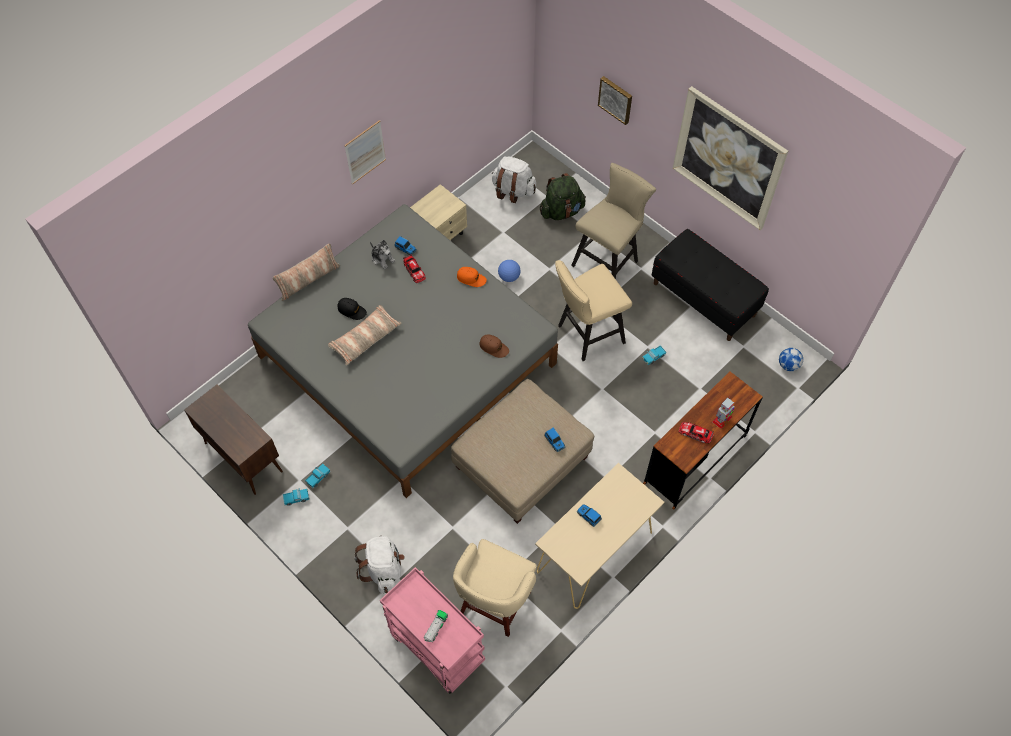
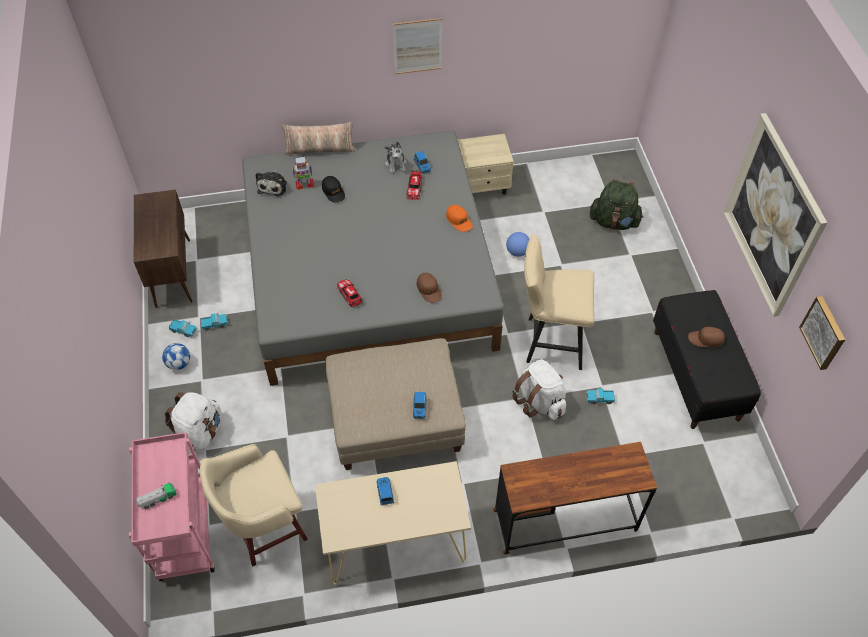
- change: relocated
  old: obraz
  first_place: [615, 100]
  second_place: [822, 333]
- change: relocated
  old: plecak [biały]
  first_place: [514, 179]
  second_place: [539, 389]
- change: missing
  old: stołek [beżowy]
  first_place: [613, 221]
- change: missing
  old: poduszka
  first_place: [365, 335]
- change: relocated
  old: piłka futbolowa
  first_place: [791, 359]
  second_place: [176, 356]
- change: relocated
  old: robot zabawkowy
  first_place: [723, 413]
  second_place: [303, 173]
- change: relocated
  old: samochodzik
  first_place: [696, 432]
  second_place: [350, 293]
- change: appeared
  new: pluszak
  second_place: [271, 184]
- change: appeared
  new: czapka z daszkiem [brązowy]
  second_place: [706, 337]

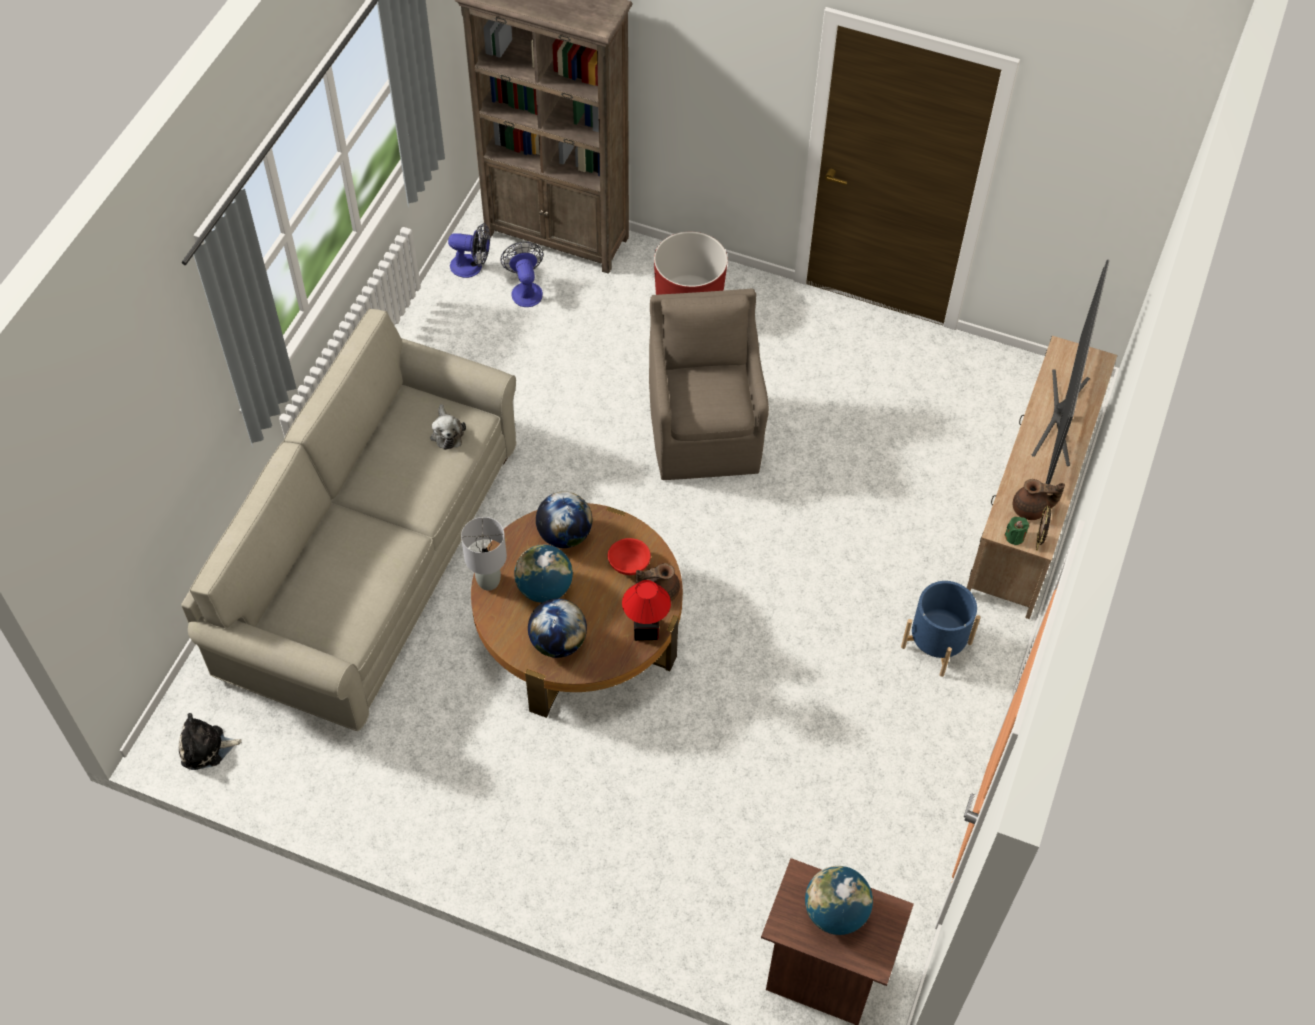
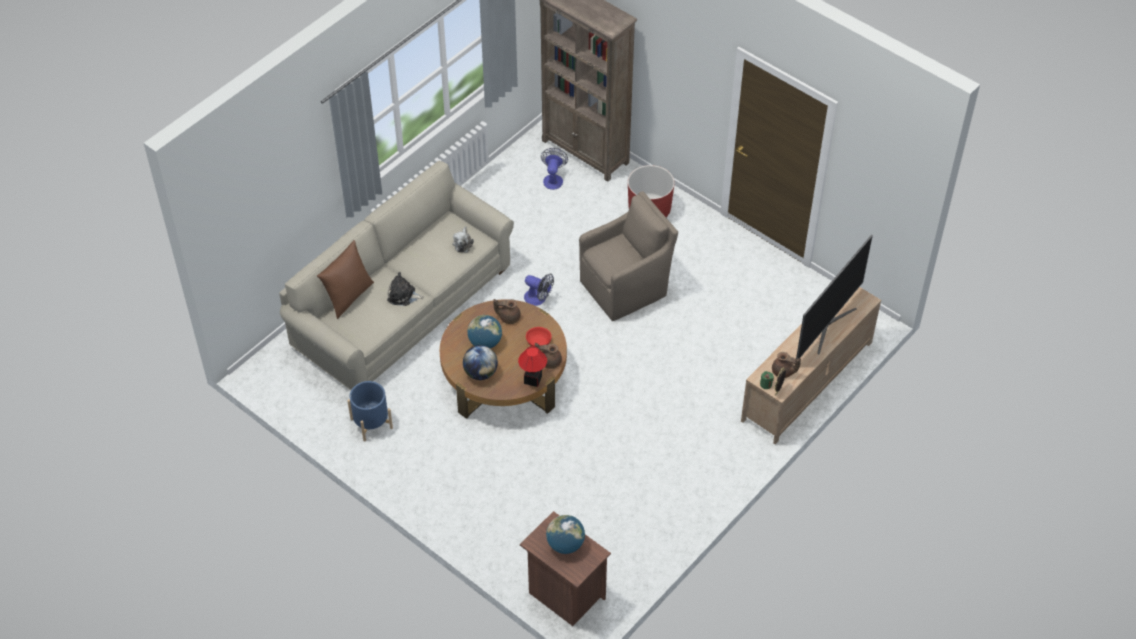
- change: relocated
  old: wentylator
  first_place: [469, 250]
  second_place: [539, 290]
- change: spun
  old: fotel [brązowy]
  first_place: [709, 384]
  second_place: [628, 256]
  degrees: 45
- change: exchanged
  old: globus
  new: imbryk [brązowy]
  first_place: [564, 519]
  second_place: [507, 311]
- change: missing
  old: lampa stołowa [szary]
  first_place: [484, 554]
- change: relocated
  old: donica [niebieski]
  first_place: [940, 629]
  second_place: [370, 411]
- change: relocated
  old: pluszak
  first_place: [210, 741]
  second_place: [405, 289]
- change: appeared
  new: poduszka [brązowy]
  second_place: [345, 279]

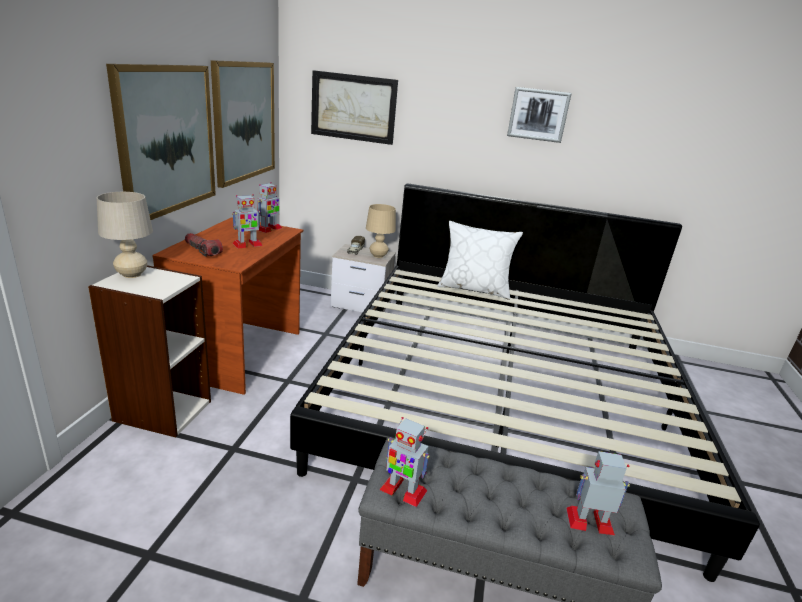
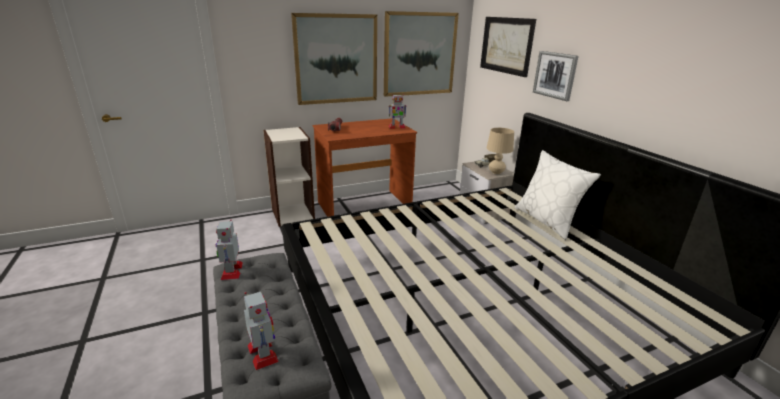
- change: relocated
  old: obraz
  first_place: [539, 115]
  second_place: [556, 76]
- change: missing
  old: lampa stołowa [beżowy]
  first_place: [125, 235]
- change: missing
  old: robot zabawkowy
  first_place: [247, 221]

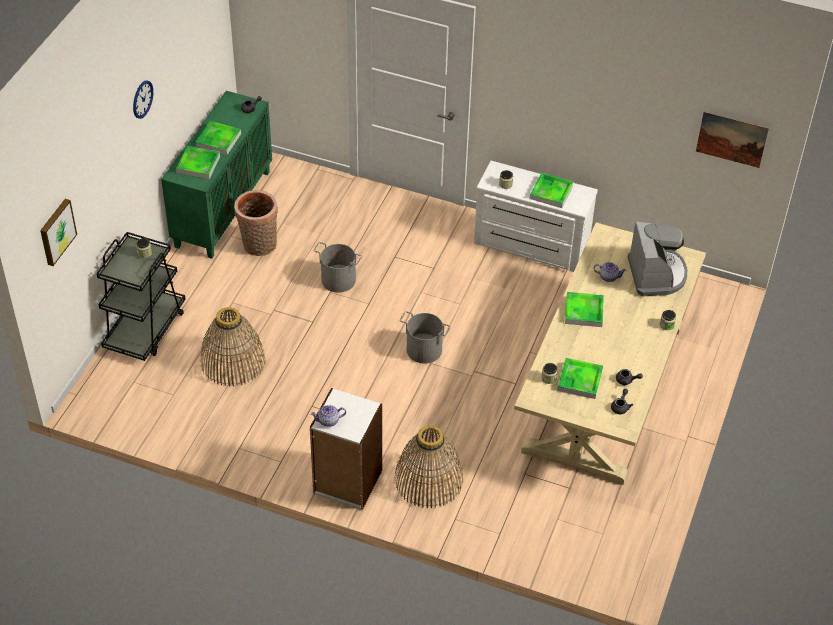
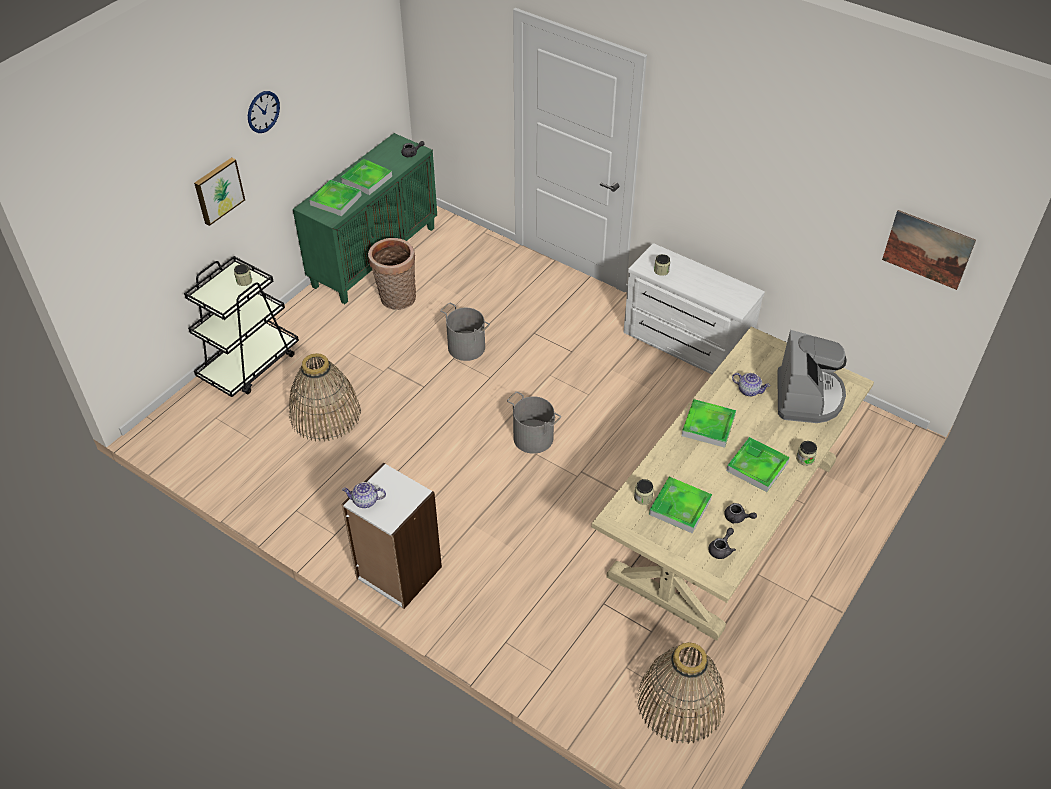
- change: relocated
  old: taca
  first_place: [551, 190]
  second_place: [758, 464]
- change: relocated
  old: obraz
  first_place: [58, 232]
  second_place: [219, 191]
- change: relocated
  old: koszyk
  first_place: [428, 467]
  second_place: [681, 693]

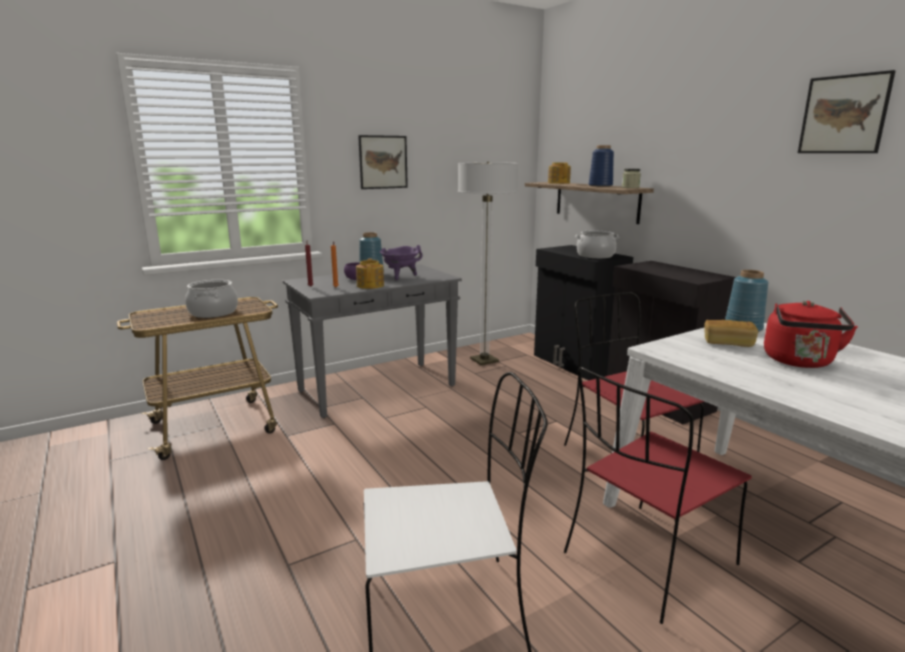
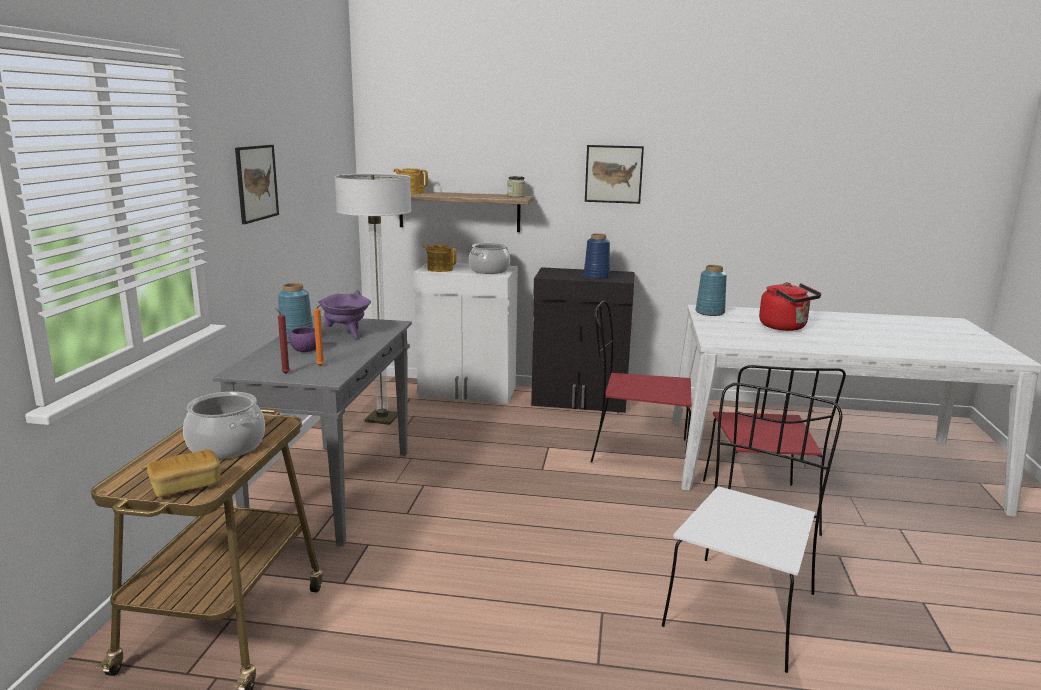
- change: relocated
  old: obraz
  first_place: [847, 111]
  second_place: [614, 174]
- change: relocated
  old: wazon [niebieski]
  first_place: [601, 166]
  second_place: [597, 256]
- change: colour
  old: szafka [czarny]
  new: szafka [biały]
  first_place: [583, 312]
  second_place: [465, 333]
- change: relocated
  old: imbryk
  first_place: [370, 273]
  second_place: [439, 258]
- change: relocated
  old: chleb
  first_place: [731, 333]
  second_place: [184, 473]

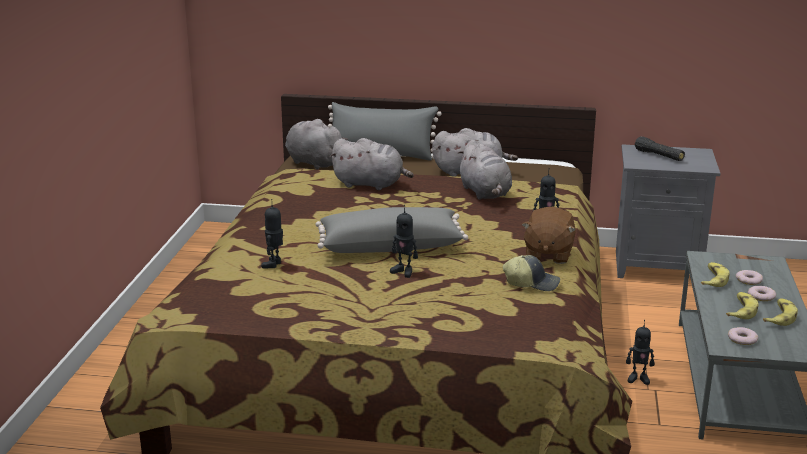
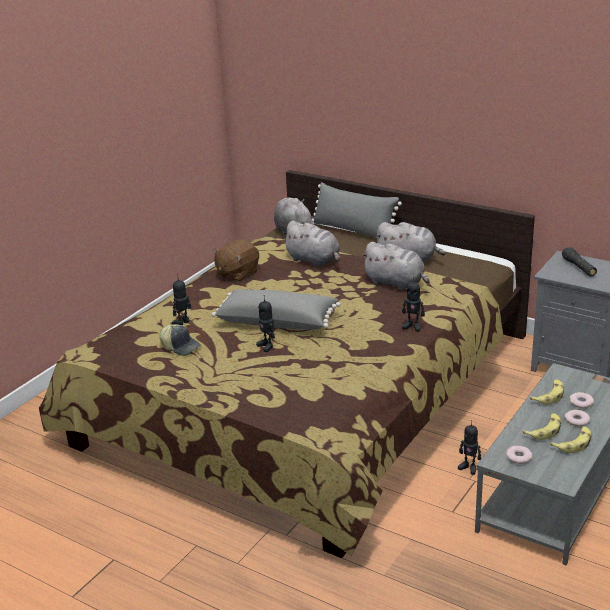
- change: spun
  old: pluszak [szary]
  first_place: [484, 169]
  second_place: [395, 266]
  degrees: -60
- change: relocated
  old: pluszak [brązowy]
  first_place: [548, 235]
  second_place: [236, 261]
- change: relocated
  old: czapka z daszkiem
  first_place: [531, 273]
  second_place: [180, 340]

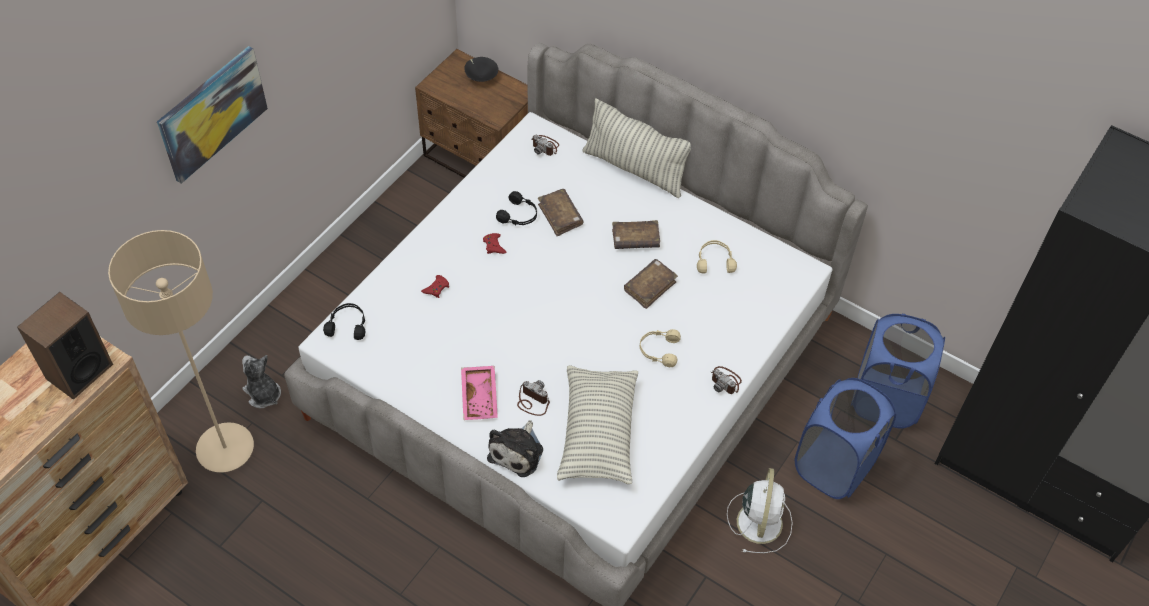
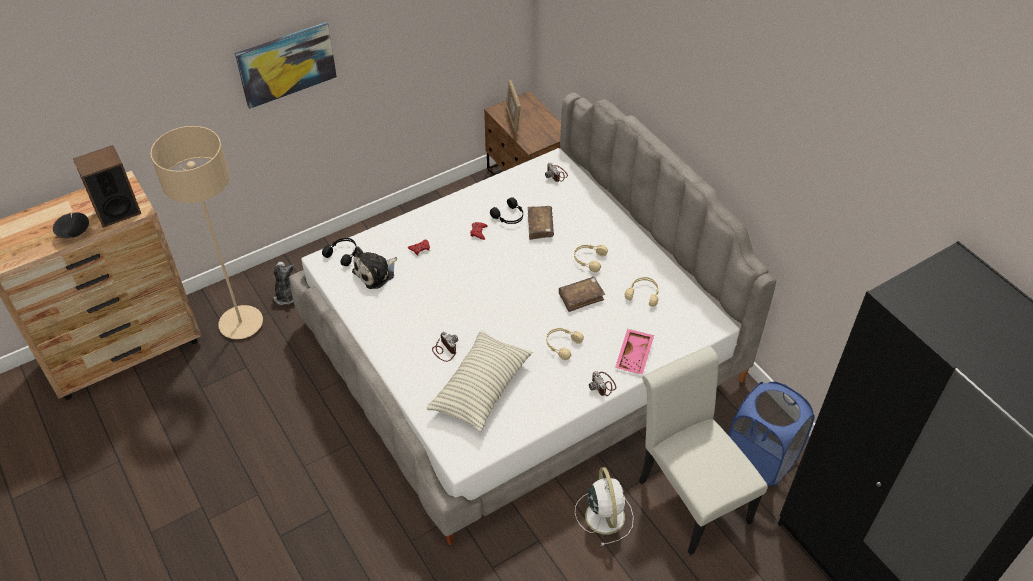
- change: relocated
  old: miska [czarny]
  first_place: [481, 69]
  second_place: [71, 225]
- change: missing
  old: poduszka
  first_place: [637, 148]
- change: exchanged
  old: książka [brązowy]
  new: słuchawki [beżowy]
  first_place: [636, 234]
  second_place: [591, 258]
- change: relocated
  old: taca [różowy]
  first_place: [479, 393]
  second_place: [634, 352]
- change: exchanged
  old: kosz na pranie [niebieski]
  new: krzesło [biały]
  first_place: [845, 438]
  second_place: [703, 450]
- change: relocated
  old: pluszak
  first_place: [515, 448]
  second_place: [374, 267]
- change: spun
  old: wentylator [biały]
  first_place: [760, 510]
  second_place: [604, 506]
  degrees: -45
- change: appeared
  new: ramka na zdjęcie
  second_place: [513, 106]

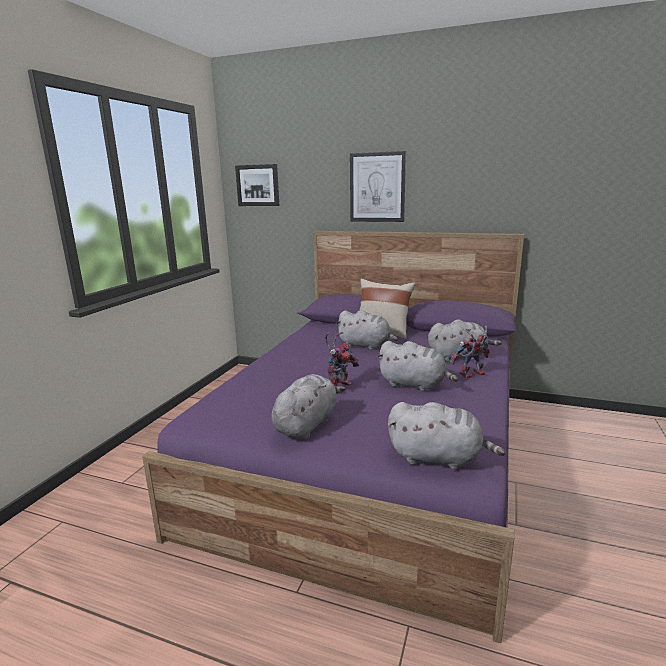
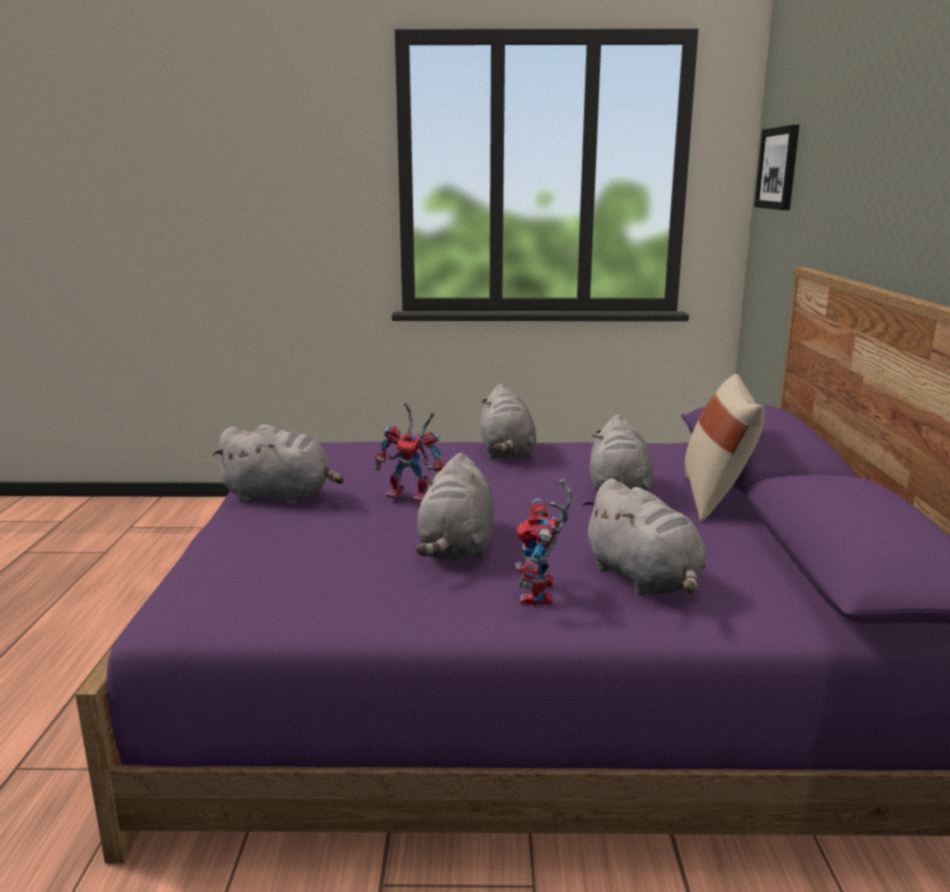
- change: missing
  old: obraz
  first_place: [378, 186]
- change: spun
  old: robot zabawkowy
  first_place: [469, 352]
  second_place: [543, 542]
  degrees: -135
- change: relocated
  old: pluszak [szary]
  first_place: [447, 436]
  second_place: [508, 421]

